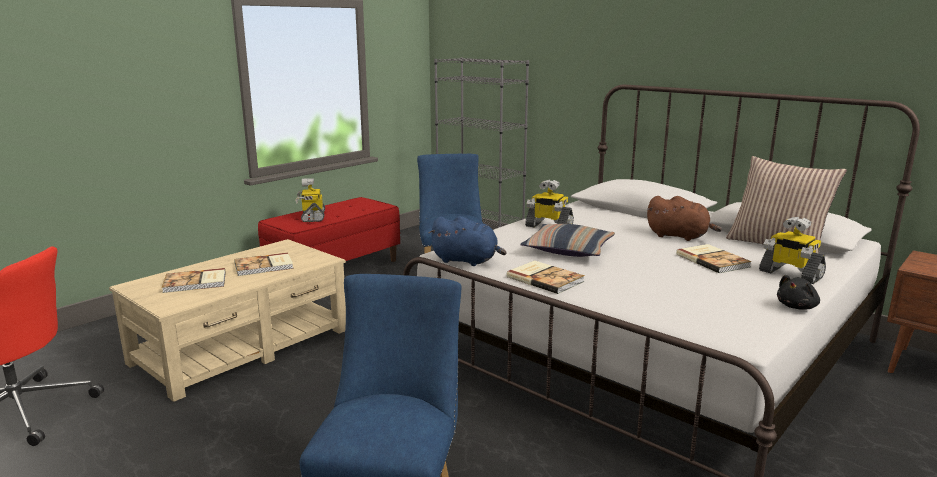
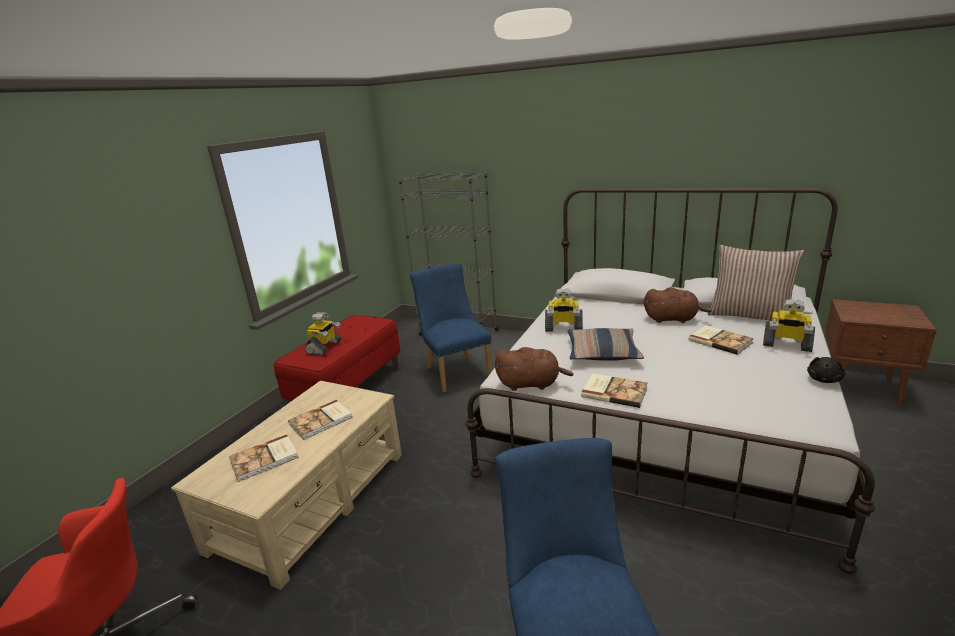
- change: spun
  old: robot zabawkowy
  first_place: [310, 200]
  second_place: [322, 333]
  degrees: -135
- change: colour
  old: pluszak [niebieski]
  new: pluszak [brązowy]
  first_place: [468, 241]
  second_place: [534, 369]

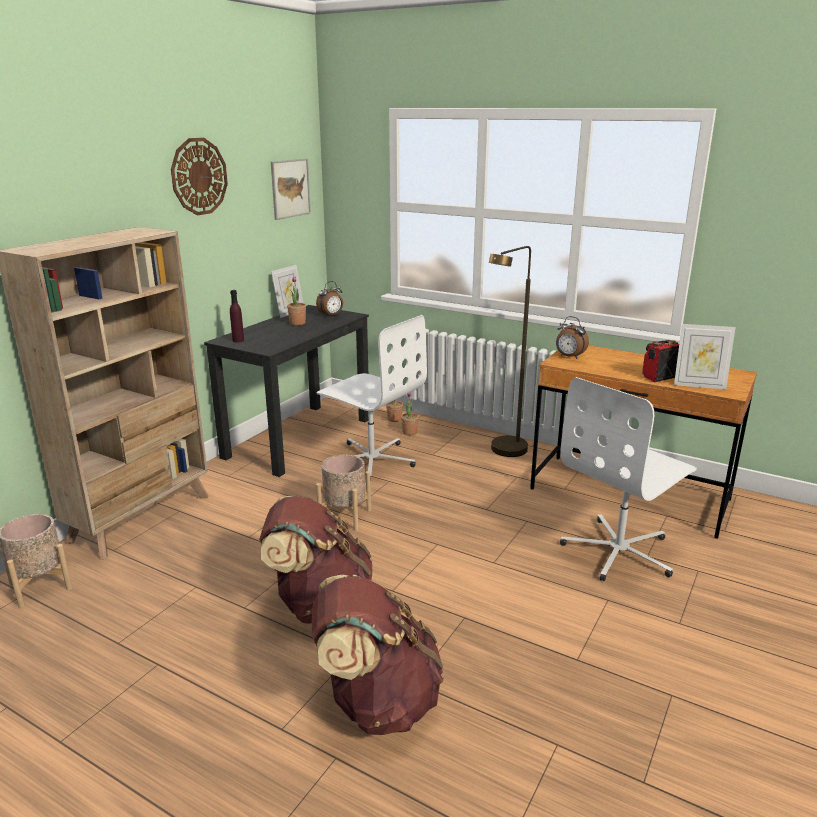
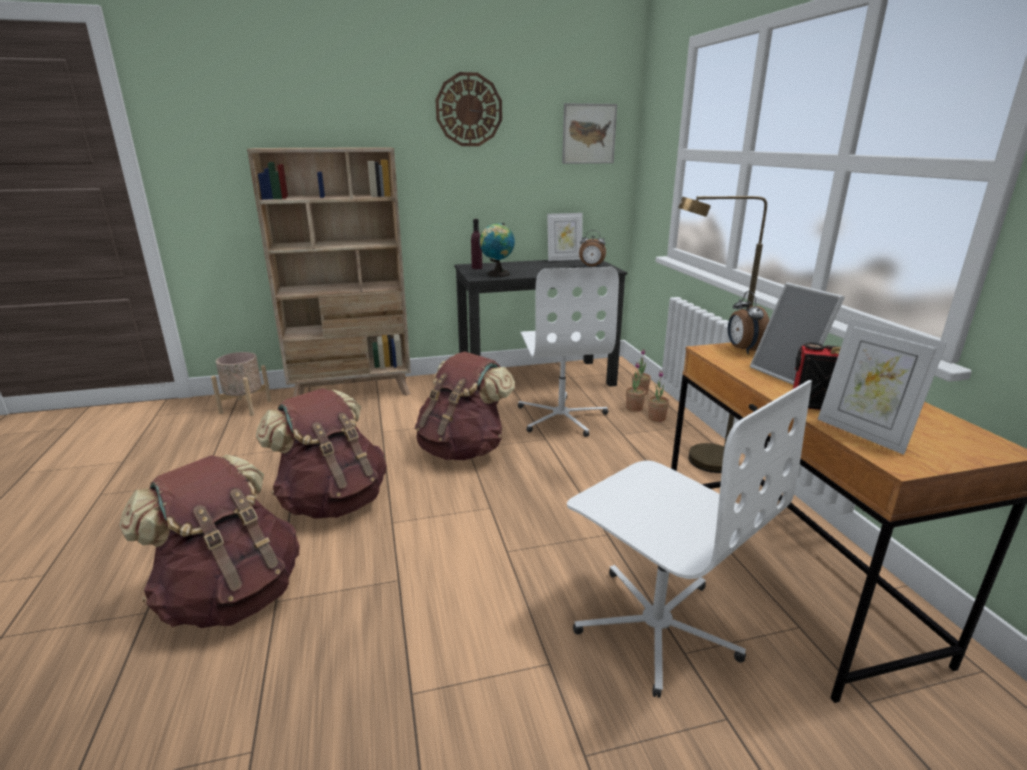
- change: relocated
  old: roślina doniczkowa
  first_place: [296, 301]
  second_place: [658, 396]
- change: spun
  old: krzesło biurowe [biały]
  first_place: [628, 479]
  second_place: [689, 539]
  degrees: -135
- change: exchanged
  old: donica [beżowy]
  new: plecak [brązowy]
  first_place: [343, 493]
  second_place: [465, 406]
- change: appeared
  new: globus
  second_place: [497, 250]
- change: appeared
  new: ramka na zdjęcie
  second_place: [797, 333]

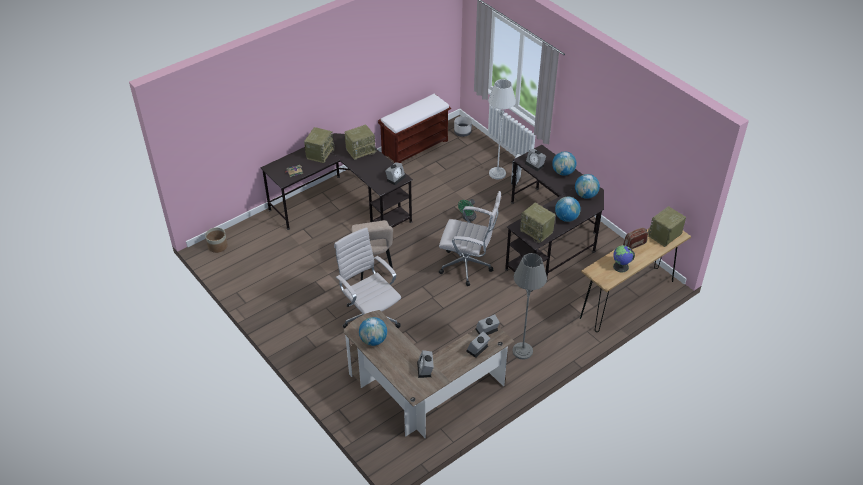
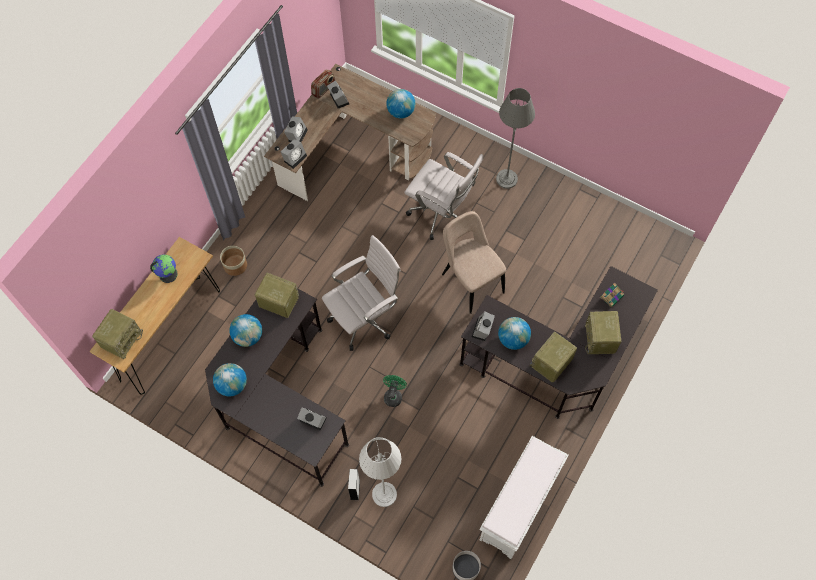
- change: colour
  old: ławka [brązowy]
  new: ławka [biały]
  first_place: [414, 128]
  second_place: [524, 497]
- change: relocated
  old: globus
  first_place: [564, 163]
  second_place: [514, 333]
- change: spun
  old: krzesło biurowe [biały]
  first_place: [470, 238]
  second_place: [361, 293]
  degrees: 150
- change: relocated
  old: donica
  first_place: [216, 240]
  second_place: [233, 261]
- change: relocated
  old: radio
  first_place: [635, 238]
  second_place: [323, 84]
- change: relocated
  old: lampa stojąca [szary]
  first_place: [529, 306]
  second_place: [515, 138]

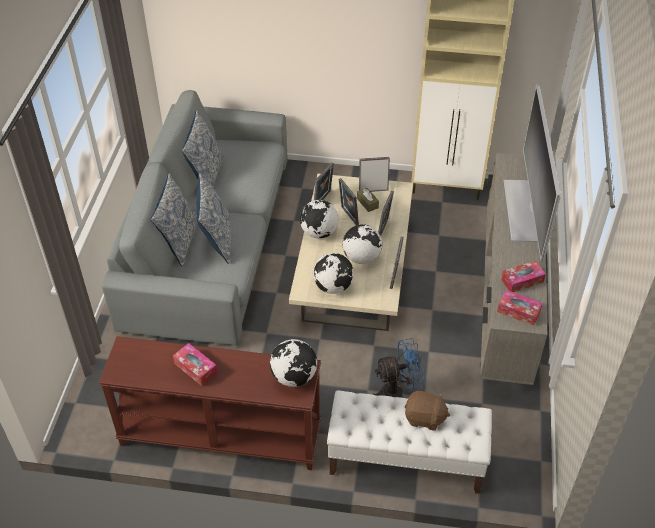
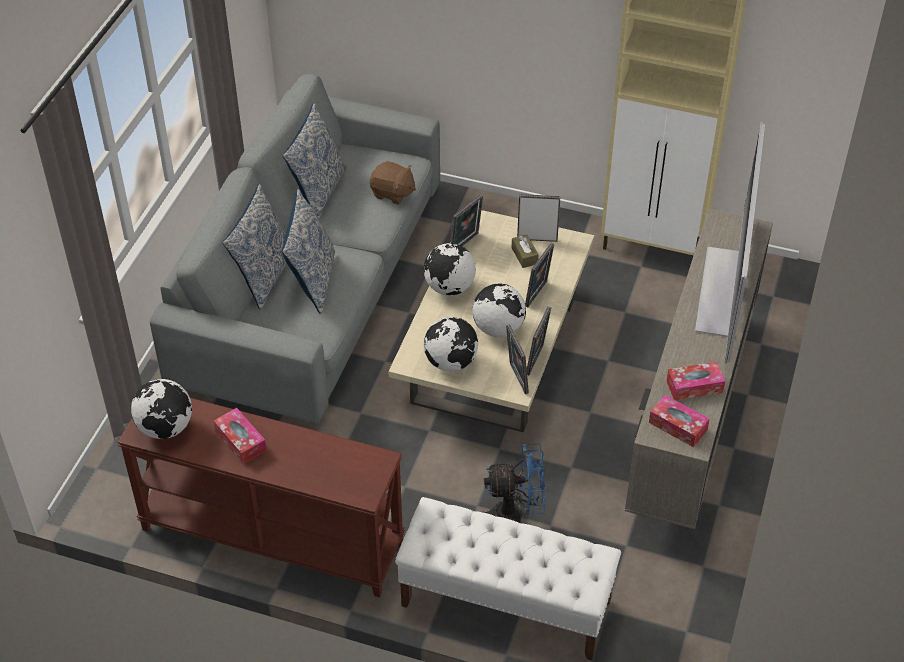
- change: relocated
  old: ramka na zdjęcie
  first_place: [349, 201]
  second_place: [517, 359]
- change: relocated
  old: globus
  first_place: [293, 363]
  second_place: [161, 409]
- change: relocated
  old: pluszak [brązowy]
  first_place: [427, 411]
  second_place: [393, 183]

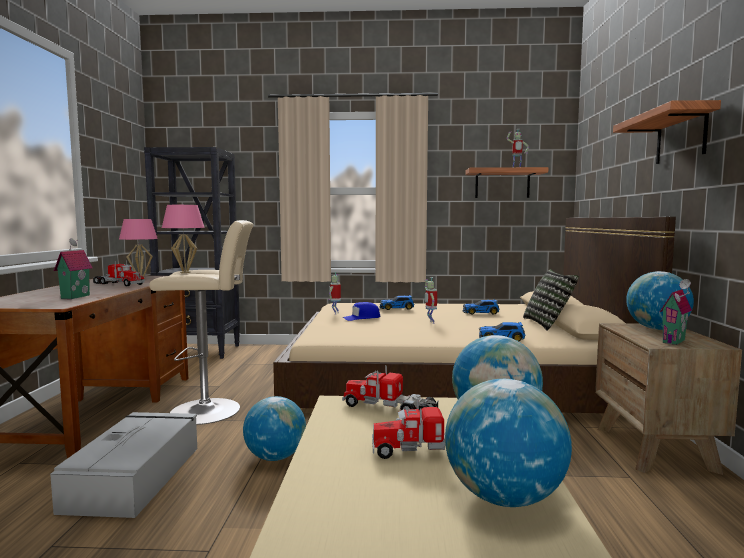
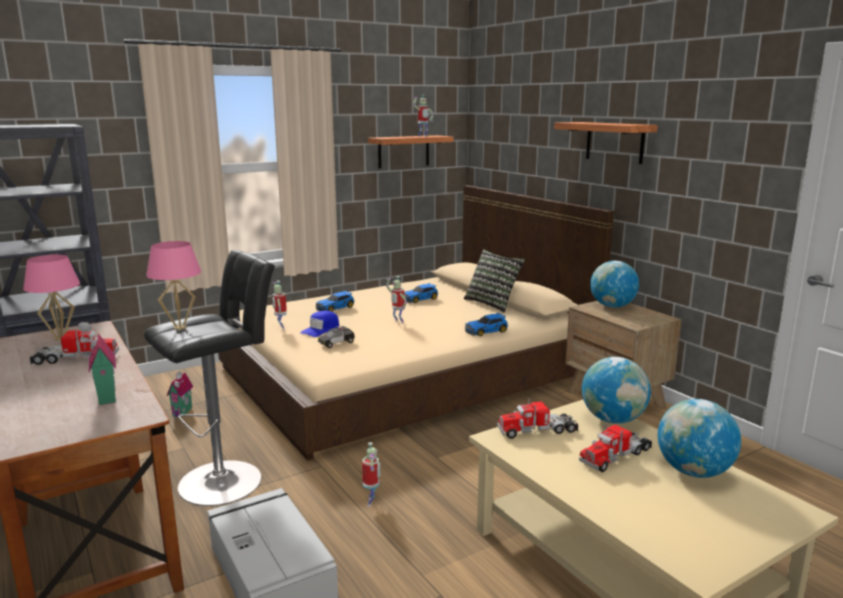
- change: colour
  old: stołek [beżowy]
  new: stołek [czarny]
  first_place: [201, 322]
  second_place: [209, 378]
- change: relocated
  old: domek
  first_place: [676, 312]
  second_place: [180, 395]
- change: exchanged
  old: globus
  new: robot zabawkowy
  first_place: [274, 428]
  second_place: [371, 474]
- change: appeared
  new: samochodzik
  second_place: [336, 337]

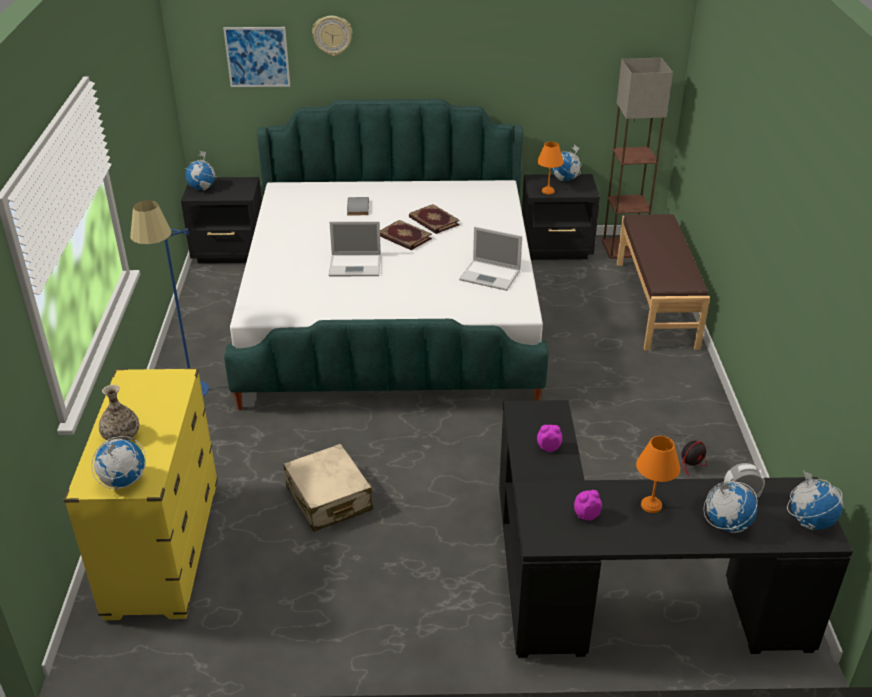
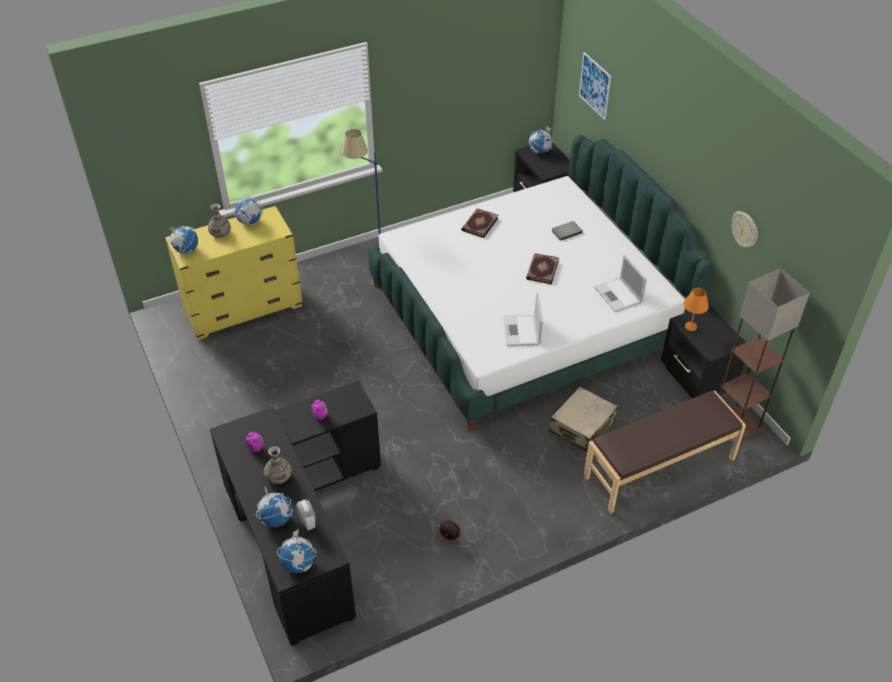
- change: relocated
  old: zegar ścienny
  first_place: [332, 36]
  second_place: [744, 229]
- change: relocated
  old: globus
  first_place: [566, 162]
  second_place: [248, 211]
- change: relocated
  old: książka
  first_place: [434, 219]
  second_place: [480, 223]
- change: relocated
  old: laptop
  first_place: [355, 248]
  second_place: [620, 283]
- change: exchanged
  old: lampa stołowa [pomarańczowy]
  new: wazon
  first_place: [658, 474]
  second_place: [278, 465]
- change: relocated
  old: walizka [beżowy]
  first_place: [328, 488]
  second_place: [583, 419]

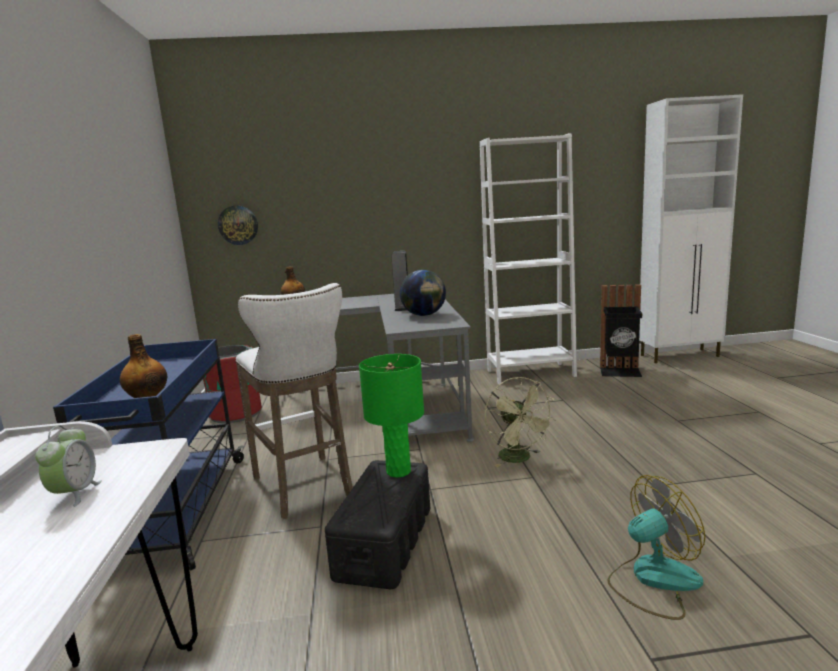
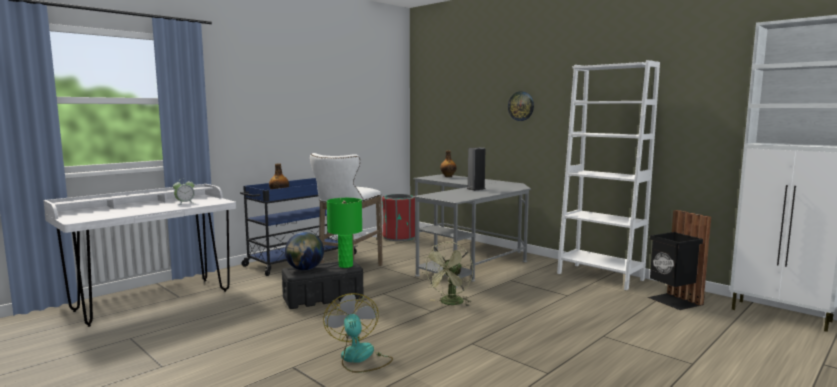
- change: relocated
  old: zegar ścienny
  first_place: [238, 225]
  second_place: [521, 106]
- change: relocated
  old: globus
  first_place: [423, 293]
  second_place: [304, 251]
- change: spun
  old: wentylator
  first_place: [656, 547]
  second_place: [358, 333]
  degrees: -135

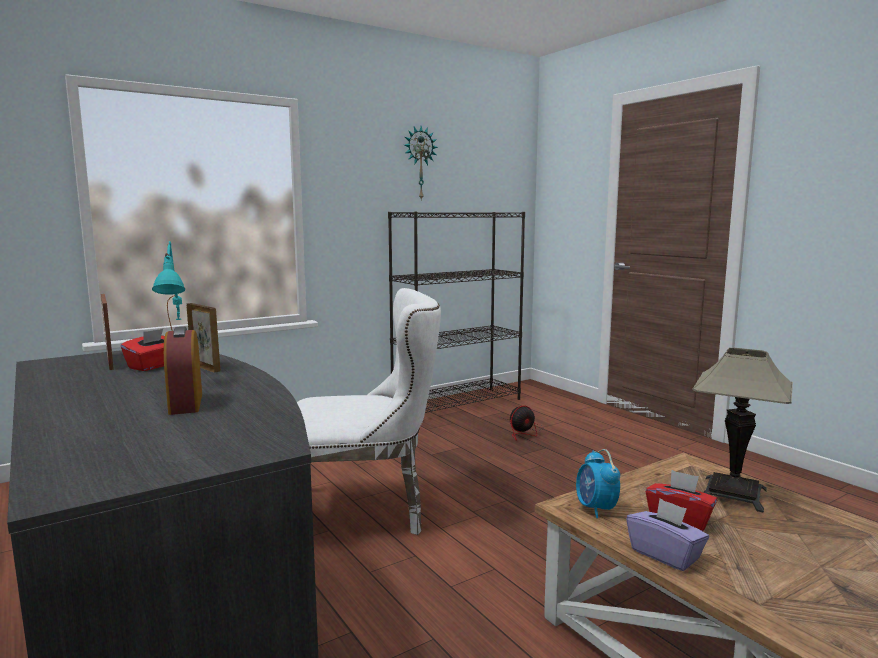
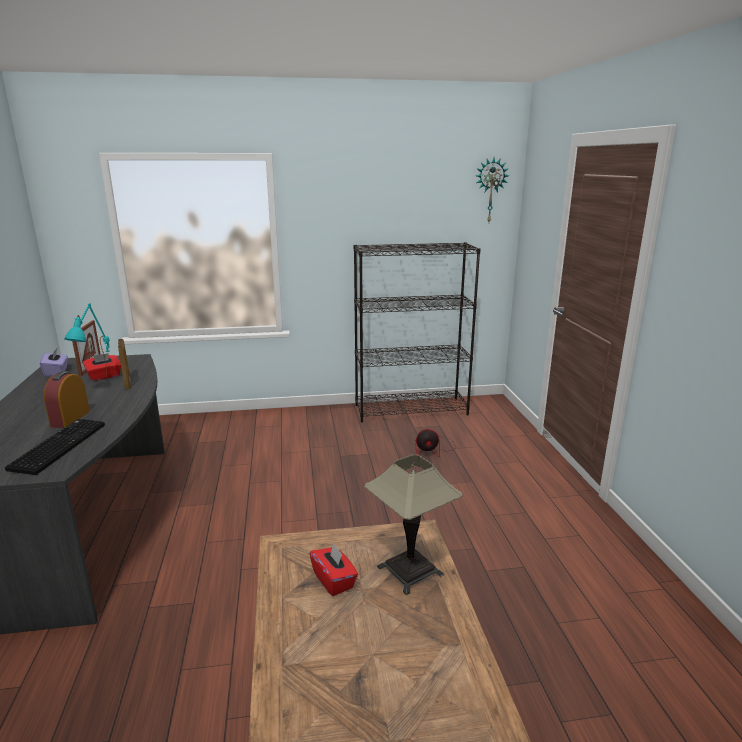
- change: relocated
  old: zegar ścienny
  first_place: [421, 163]
  second_place: [492, 190]
- change: missing
  old: krzesło [biały]
  first_place: [369, 411]
- change: missing
  old: budzik
  first_place: [598, 483]
- change: relocated
  old: pudełko chusteczek [fioletowy]
  first_place: [667, 534]
  second_place: [54, 363]
- change: appeared
  new: klawiatura
  second_place: [55, 447]

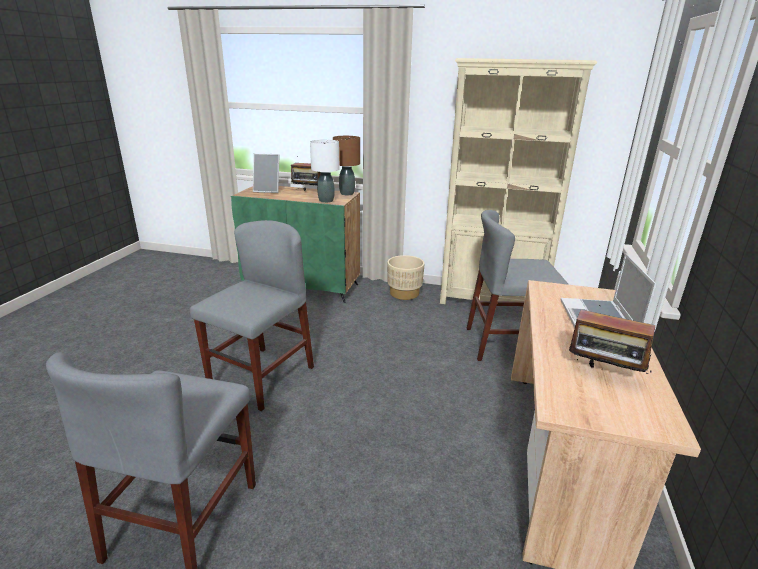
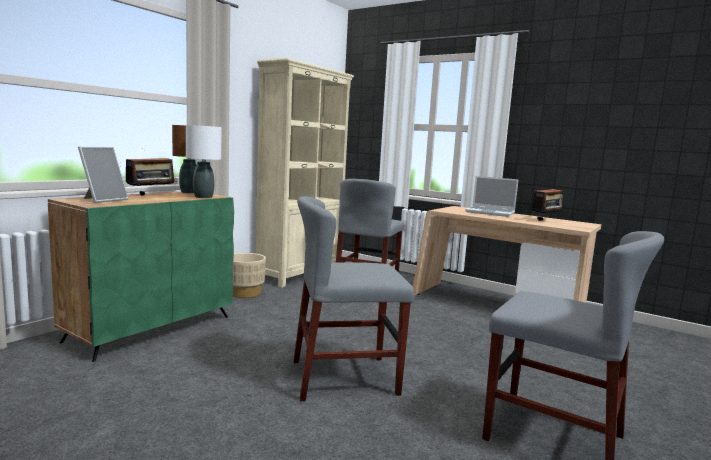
- change: spun
  old: krzesło [szary]
  first_place: [252, 315]
  second_place: [354, 298]
  degrees: -60

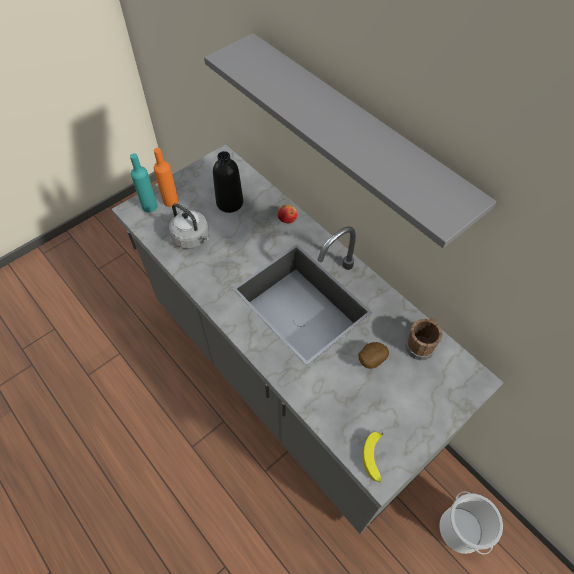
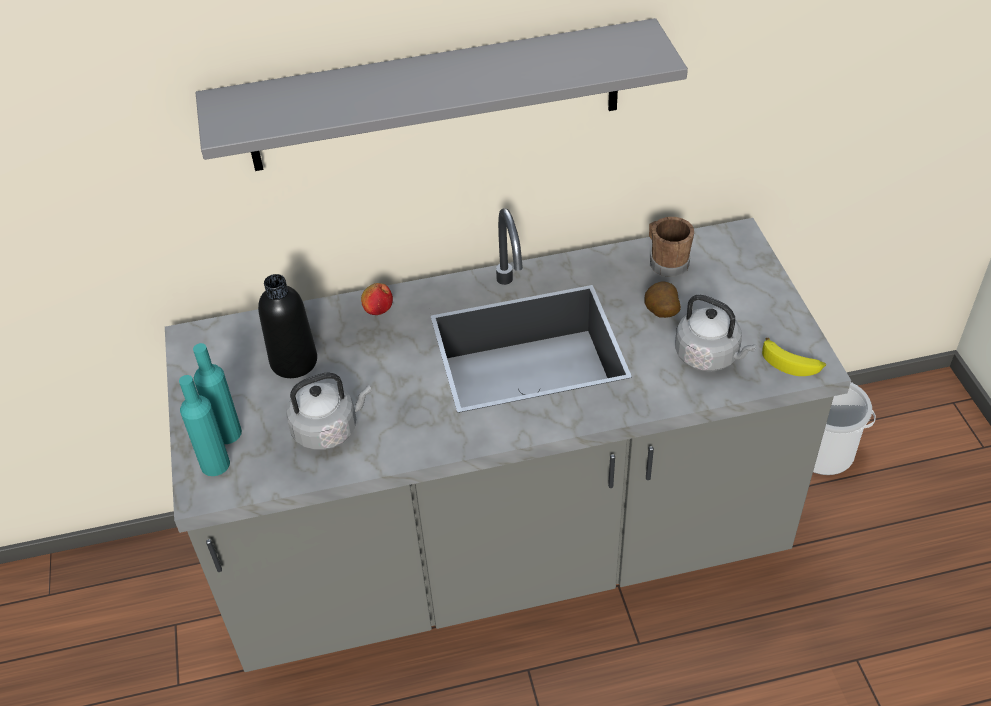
- change: colour
  old: butelka [pomarańczowy]
  new: butelka [turkusowy]
  first_place: [166, 177]
  second_place: [217, 393]
- change: appeared
  new: czajnik [szary]
  second_place: [715, 332]

